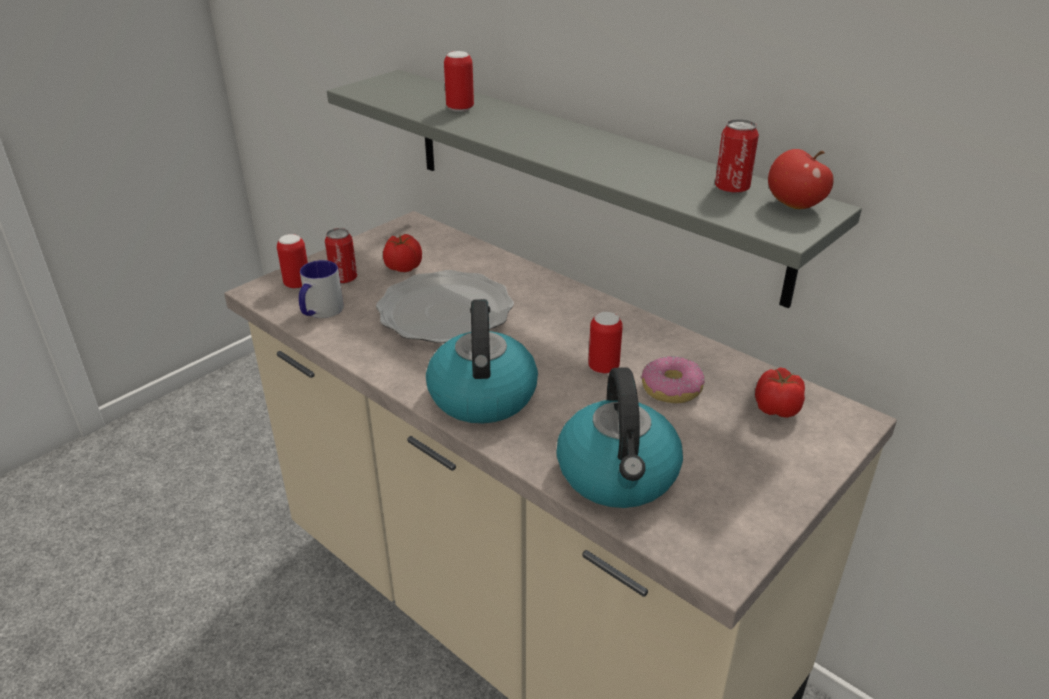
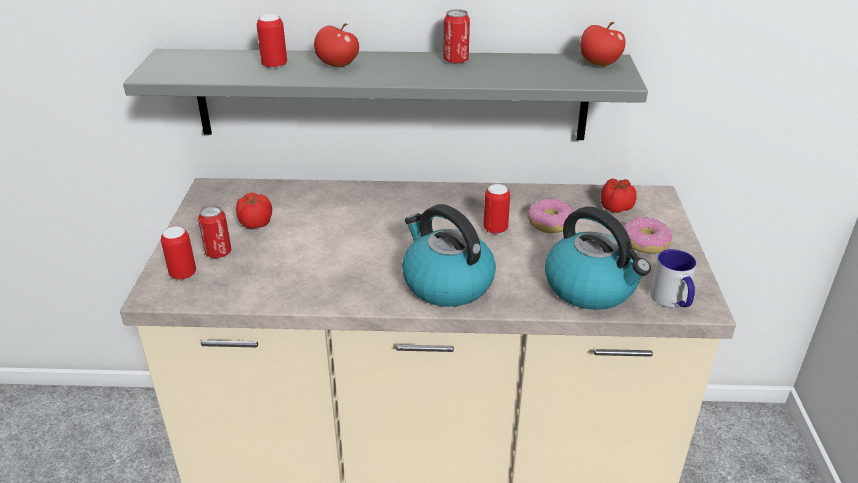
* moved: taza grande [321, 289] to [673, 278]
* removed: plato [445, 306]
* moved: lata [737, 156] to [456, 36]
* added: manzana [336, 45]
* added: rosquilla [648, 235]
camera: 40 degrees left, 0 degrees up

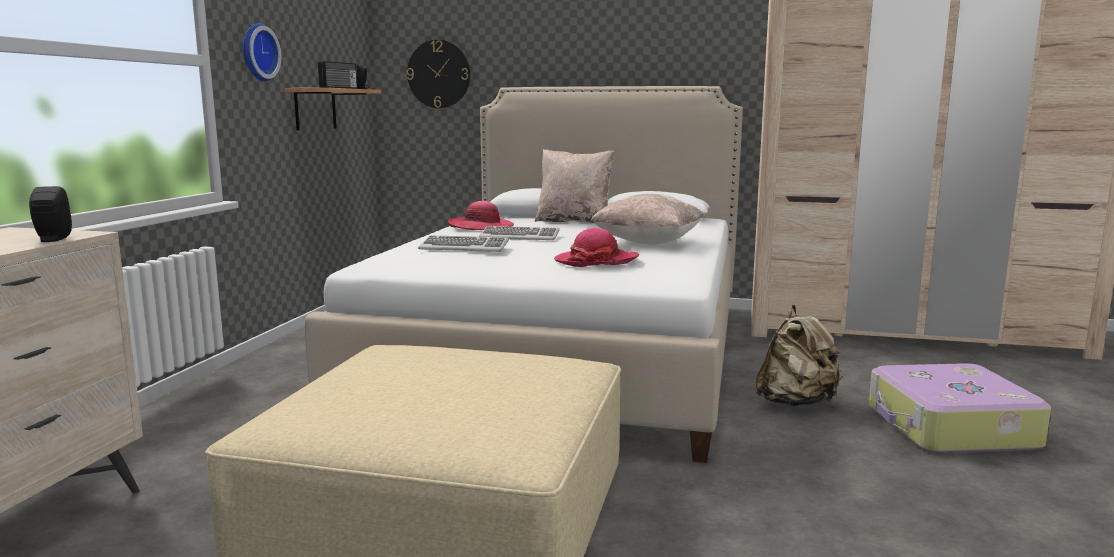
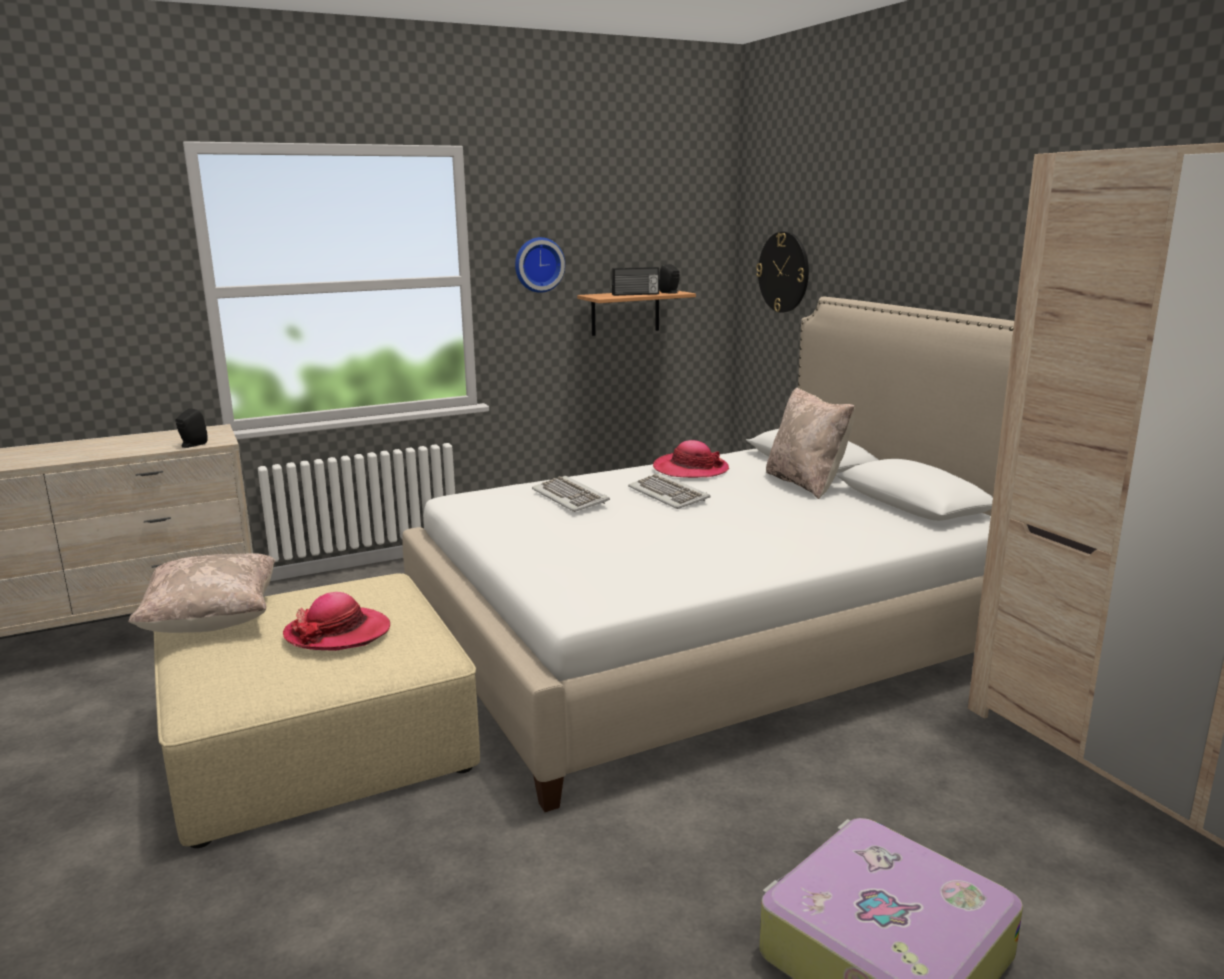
* moved: sombrero [596, 247] to [336, 621]
* moved: cojín/beis [647, 219] to [202, 593]
* removed: mochila/beis [798, 356]
camera: 50 degrees right, 5 degrees up

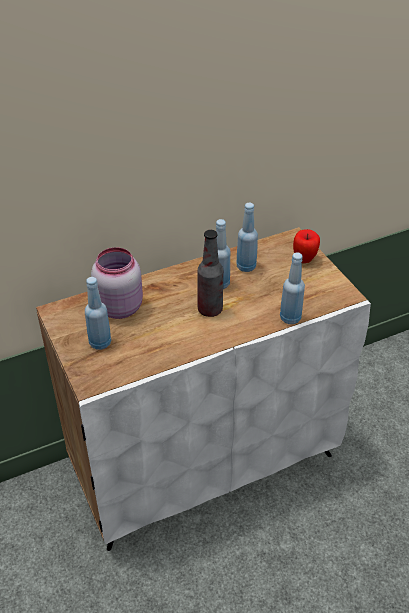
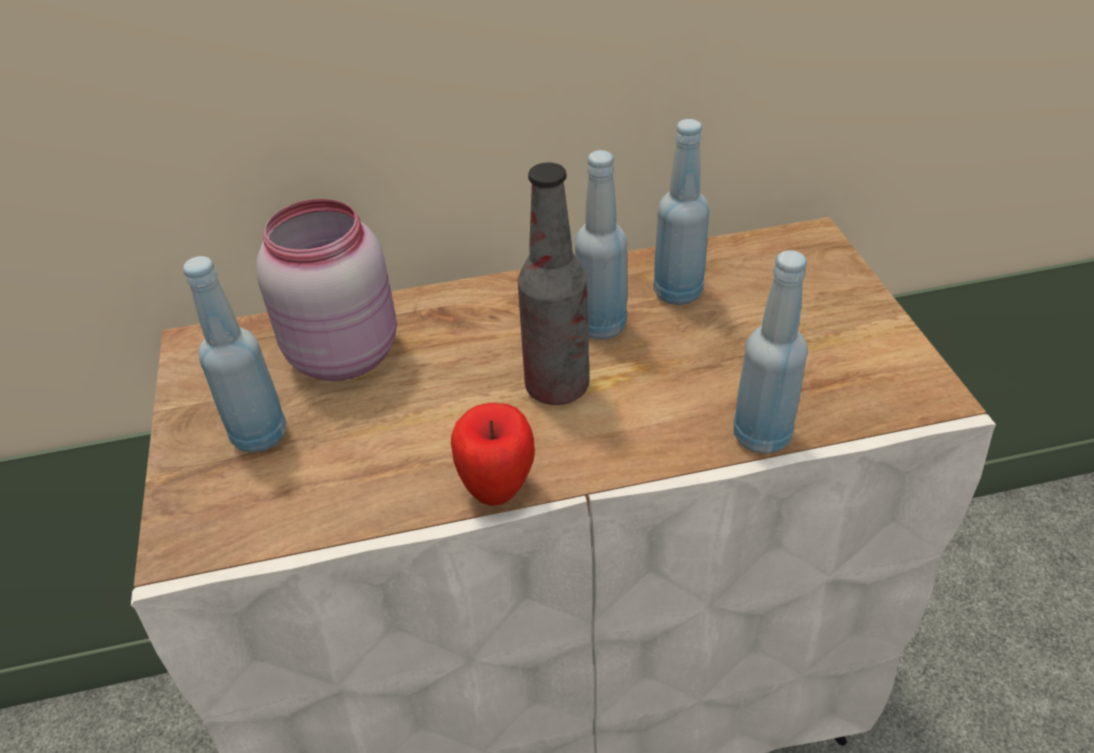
* moved: manzana [306, 246] to [493, 454]
camera: 15 degrees right, 0 degrees up

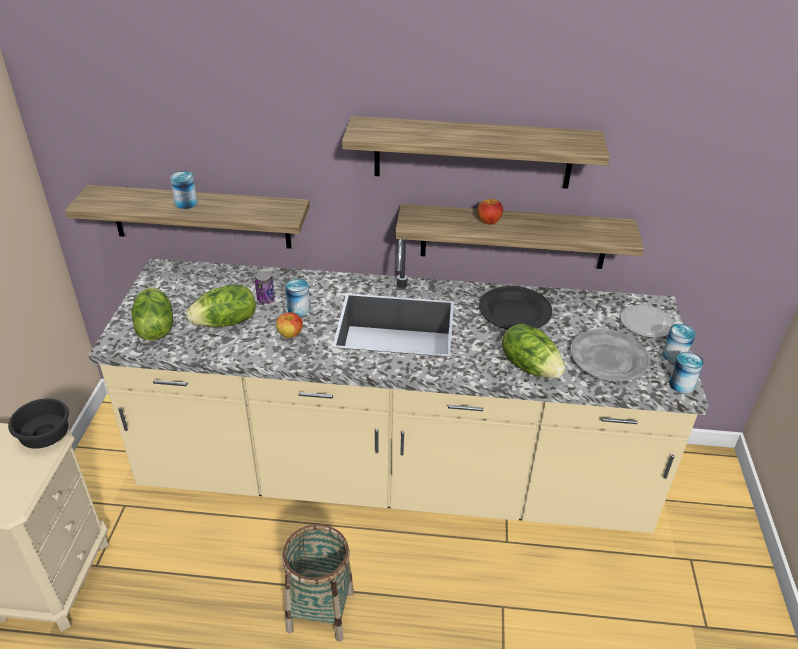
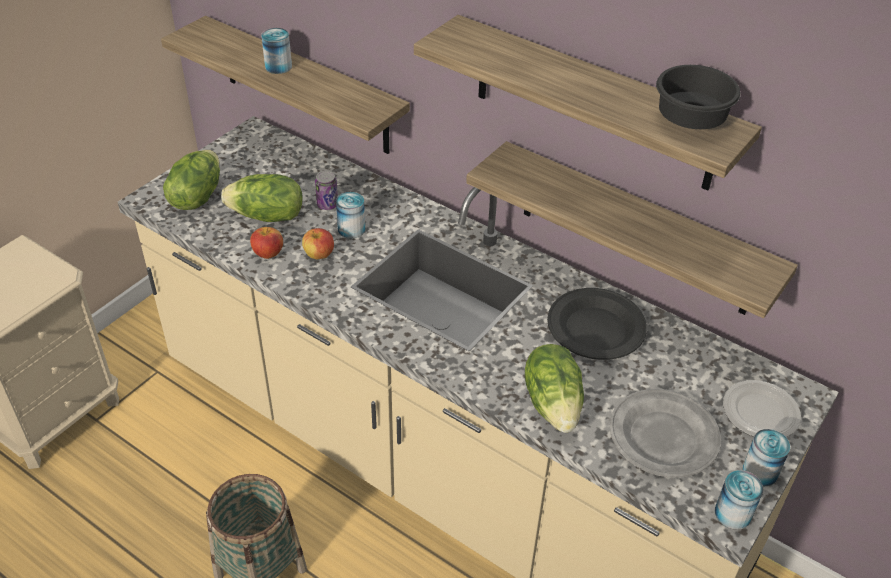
* moved: cuenco/negro [38, 423] to [698, 97]
* moved: manzana [490, 211] to [266, 243]
camera: 30 degrees right, 5 degrees up

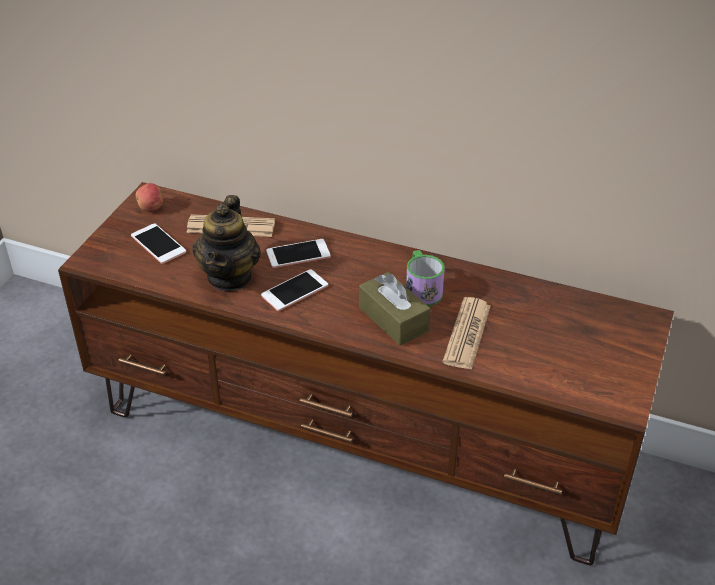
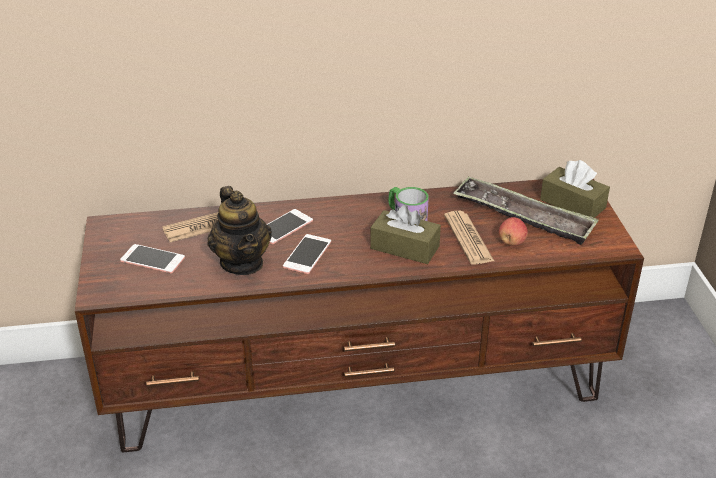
* moved: manzana [150, 197] to [513, 231]
* added: bandeja [526, 210]
* added: caja de pañuelos/marrón [575, 189]
camera: 30 degrees left, 5 degrees down

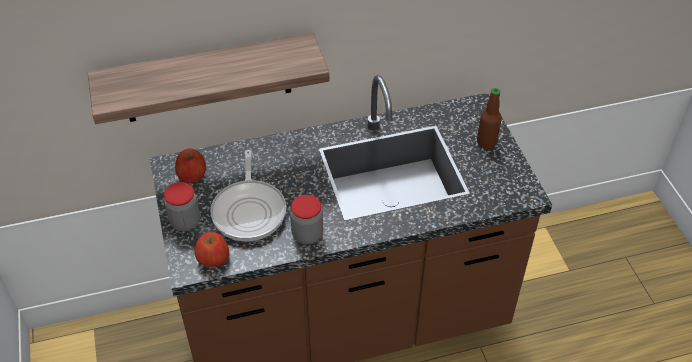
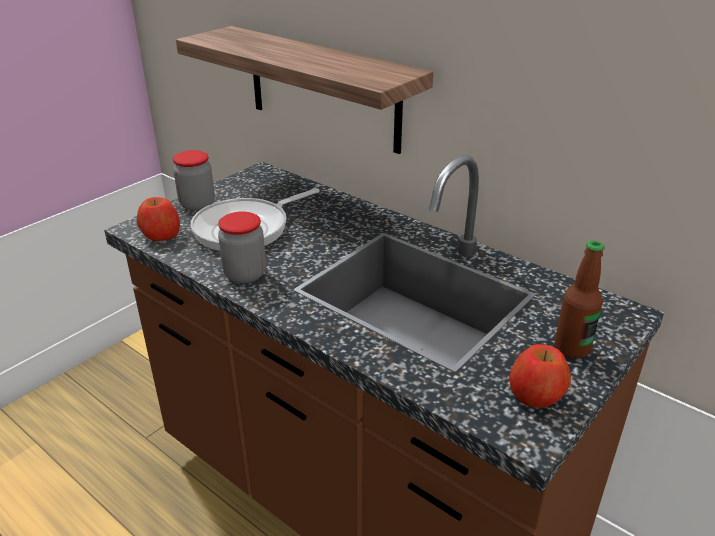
* moved: manzana [190, 165] to [540, 376]
camera: 55 degrees right, 15 degrees down

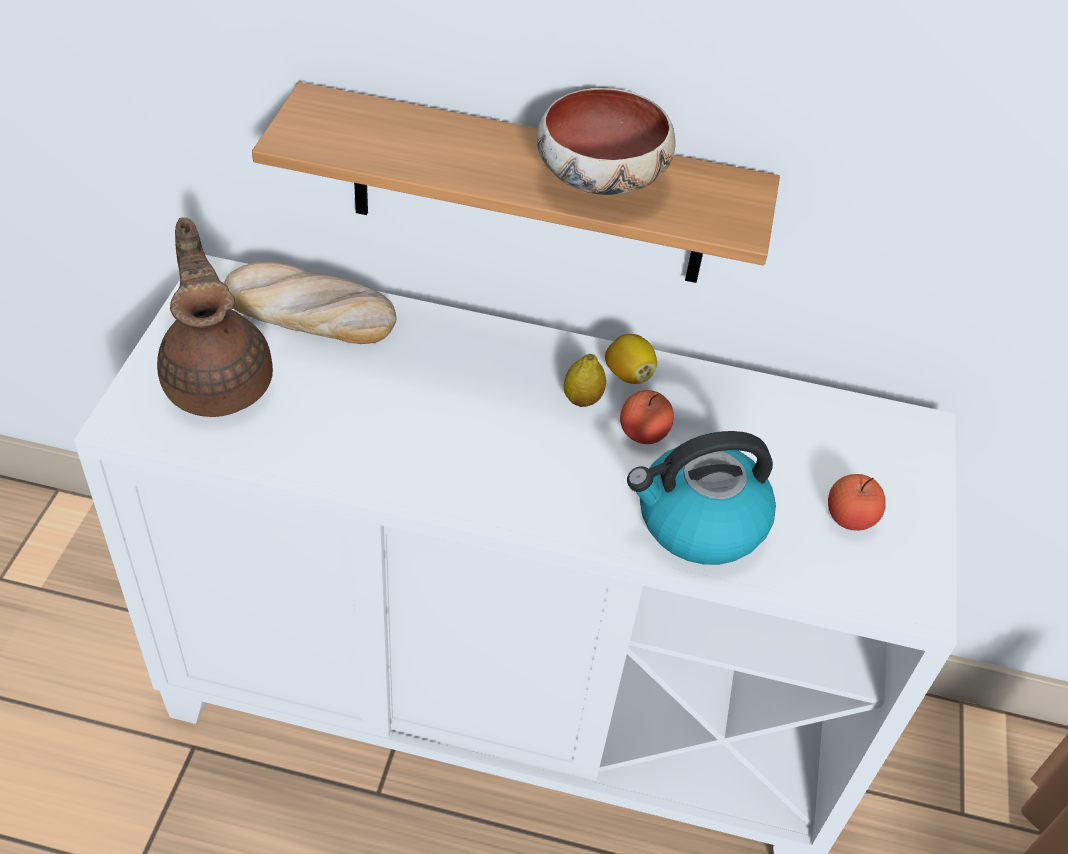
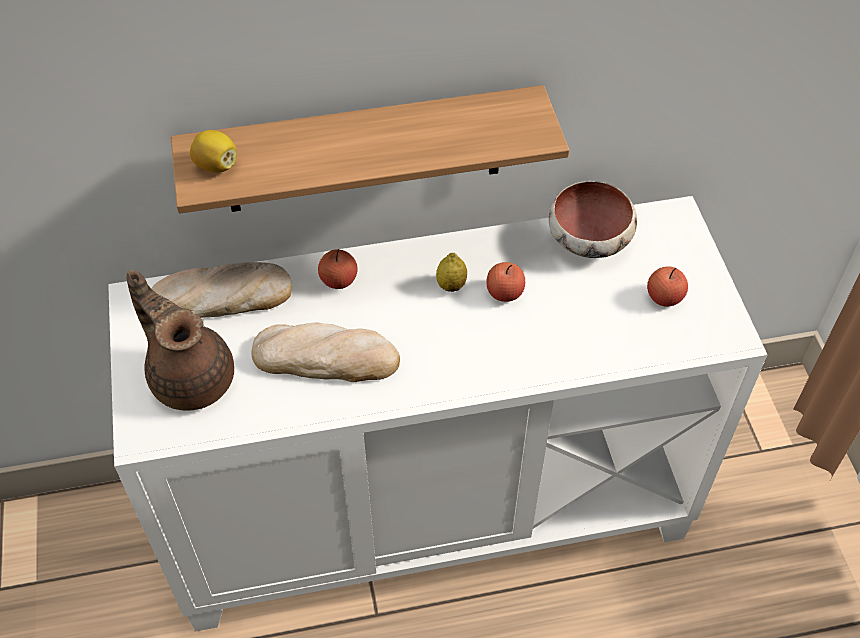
* moved: cuenco [606, 141] to [593, 219]
* moved: limón [631, 359] to [213, 151]
* removed: hervidor [701, 498]
* added: pan [325, 352]
* added: manzana [338, 269]
camera: 20 degrees left, 5 degrees up

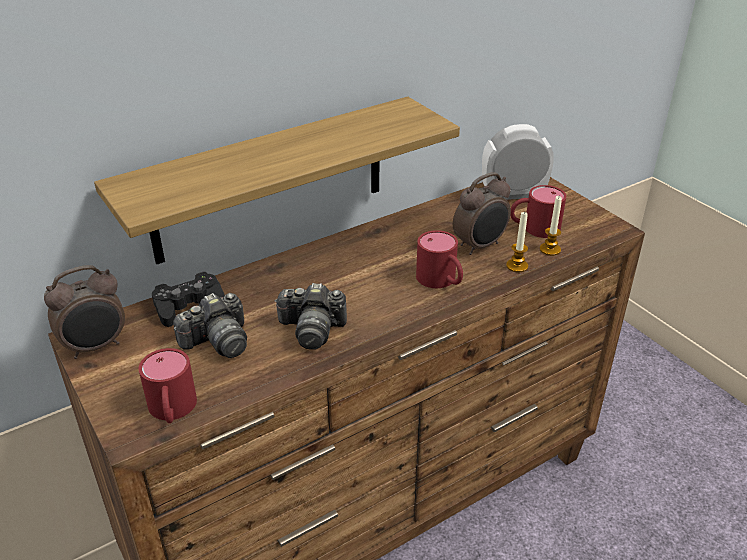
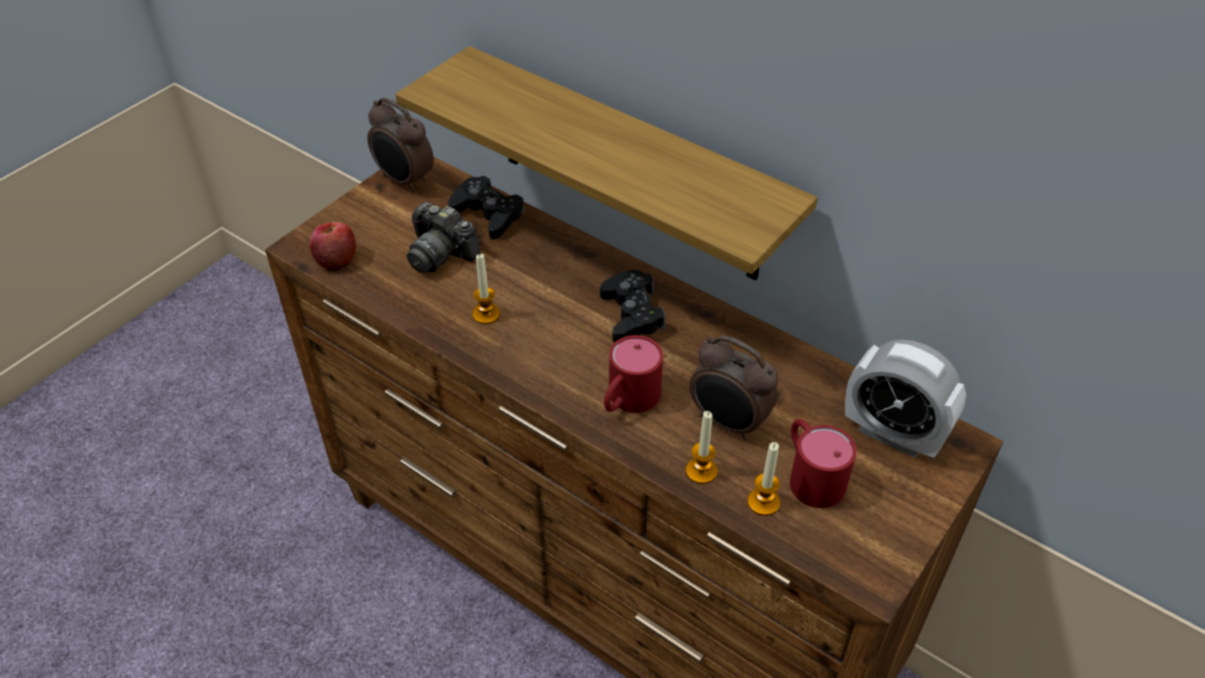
* replaced: taza grande/rojo [168, 385] to manzana [333, 246]
* replaced: cámara [310, 316] to vela [486, 289]
* turned: despertador [518, 162] = [905, 398] 150 degrees clockwise
* added: mando de consola/negro [632, 306]
camera: 70 degrees right, 10 degrees up

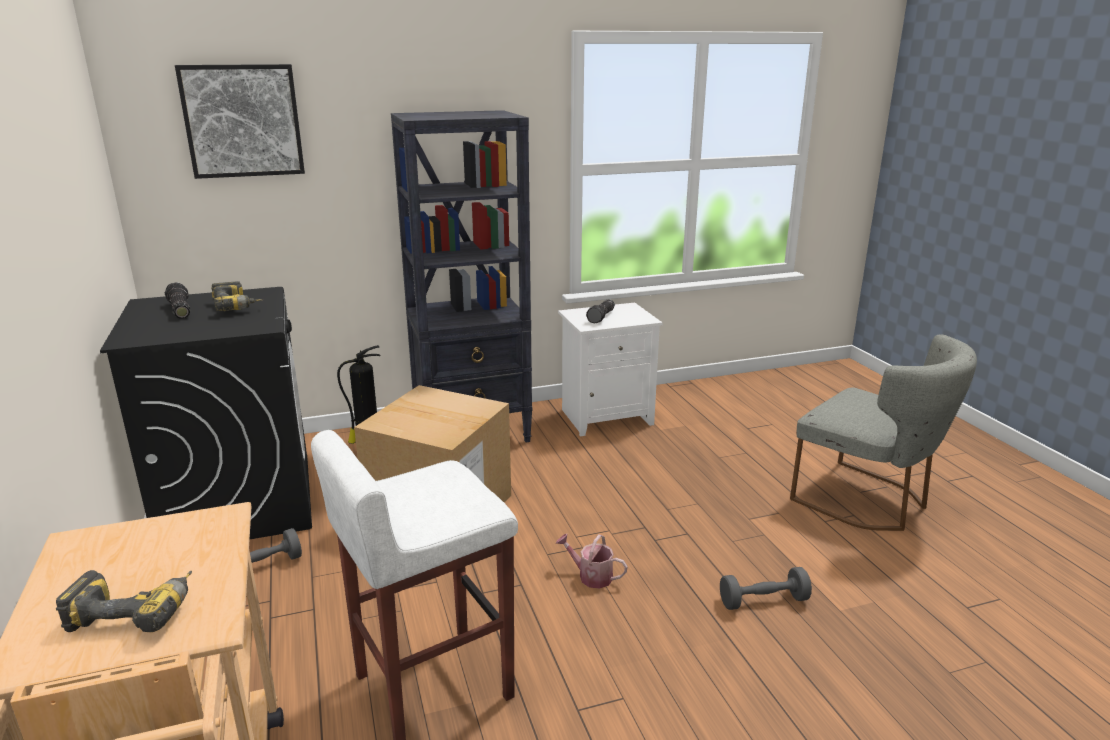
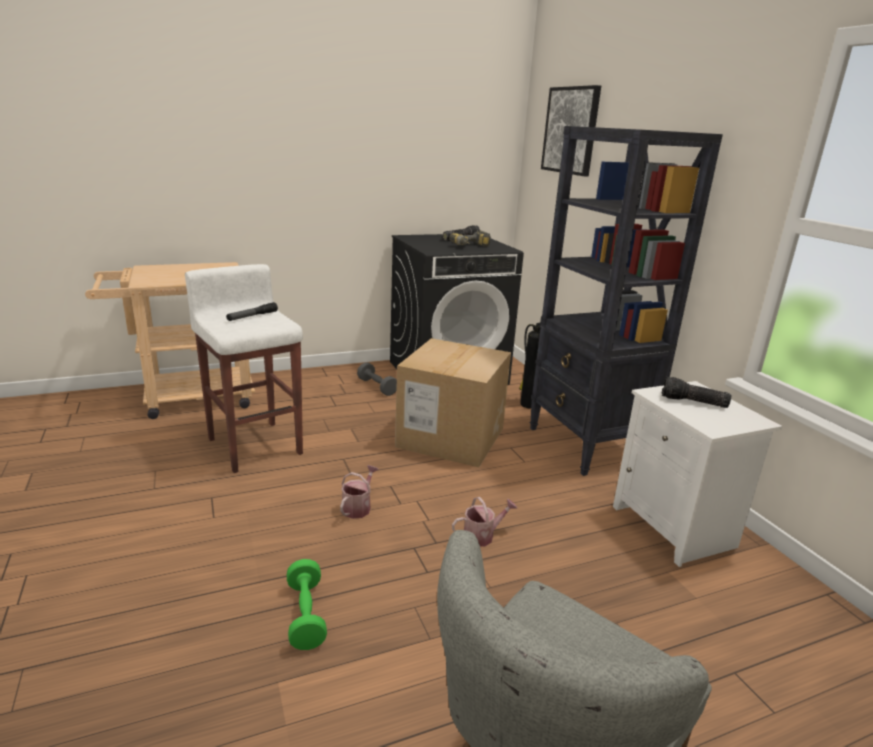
* removed: taladro [124, 601]
* recoloured: mancuerna/gris [766, 588] to mancuerna/verde [307, 604]
* added: linterna [252, 311]
* added: regadera [484, 522]
camera: 85 degrees right, 0 degrees up

